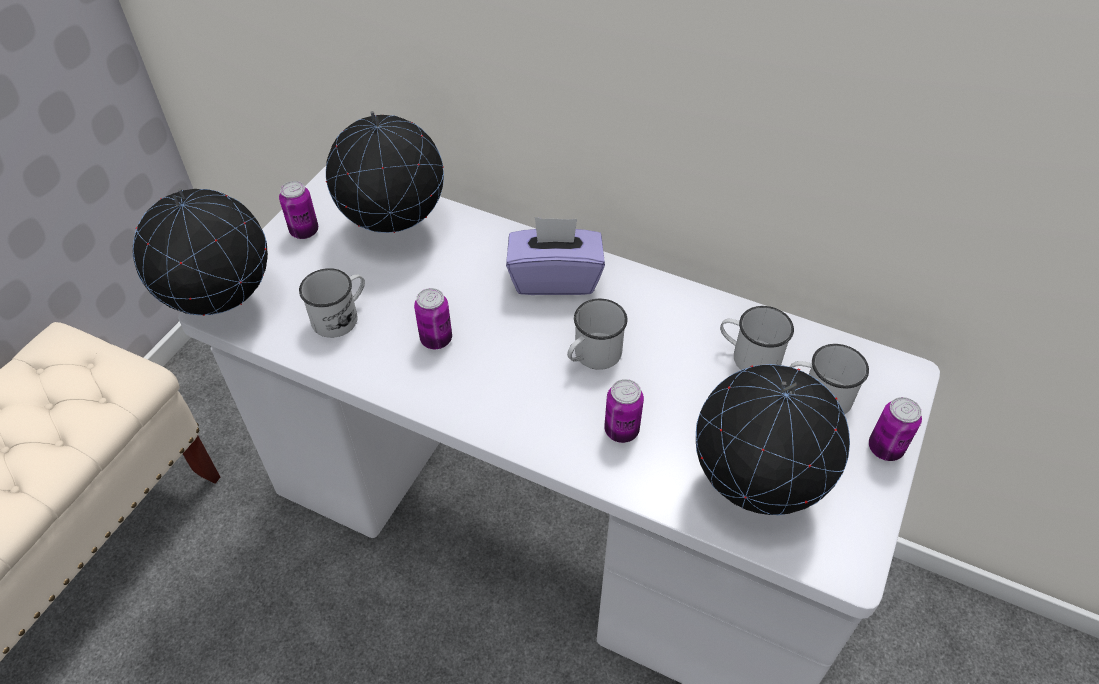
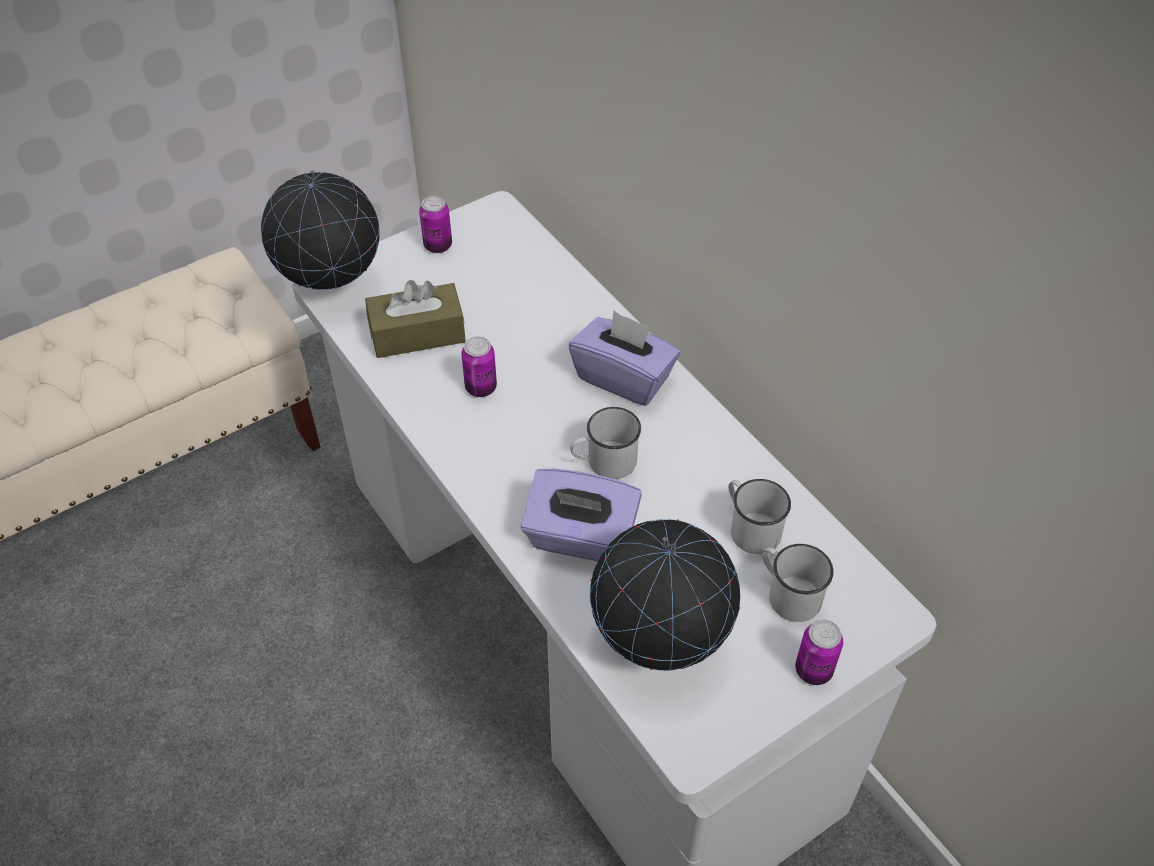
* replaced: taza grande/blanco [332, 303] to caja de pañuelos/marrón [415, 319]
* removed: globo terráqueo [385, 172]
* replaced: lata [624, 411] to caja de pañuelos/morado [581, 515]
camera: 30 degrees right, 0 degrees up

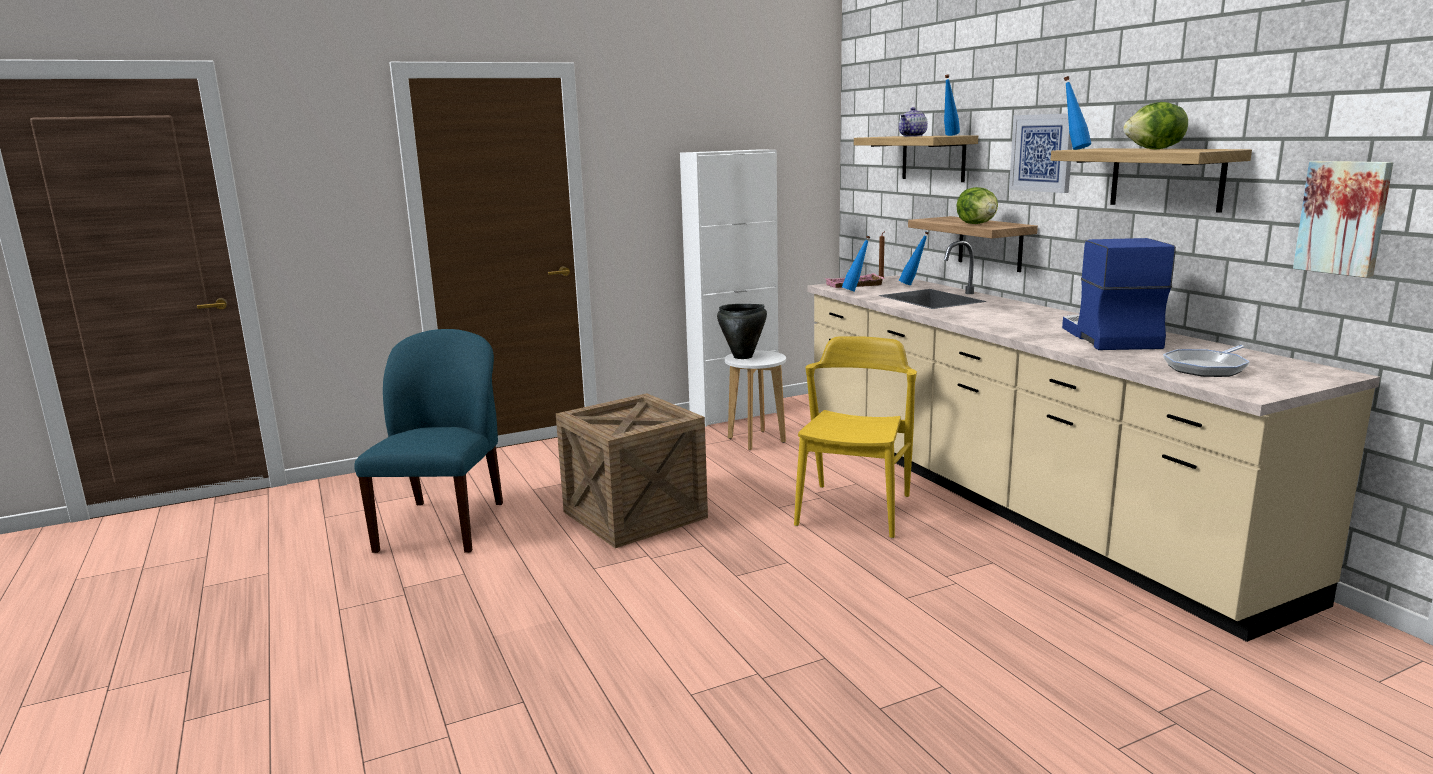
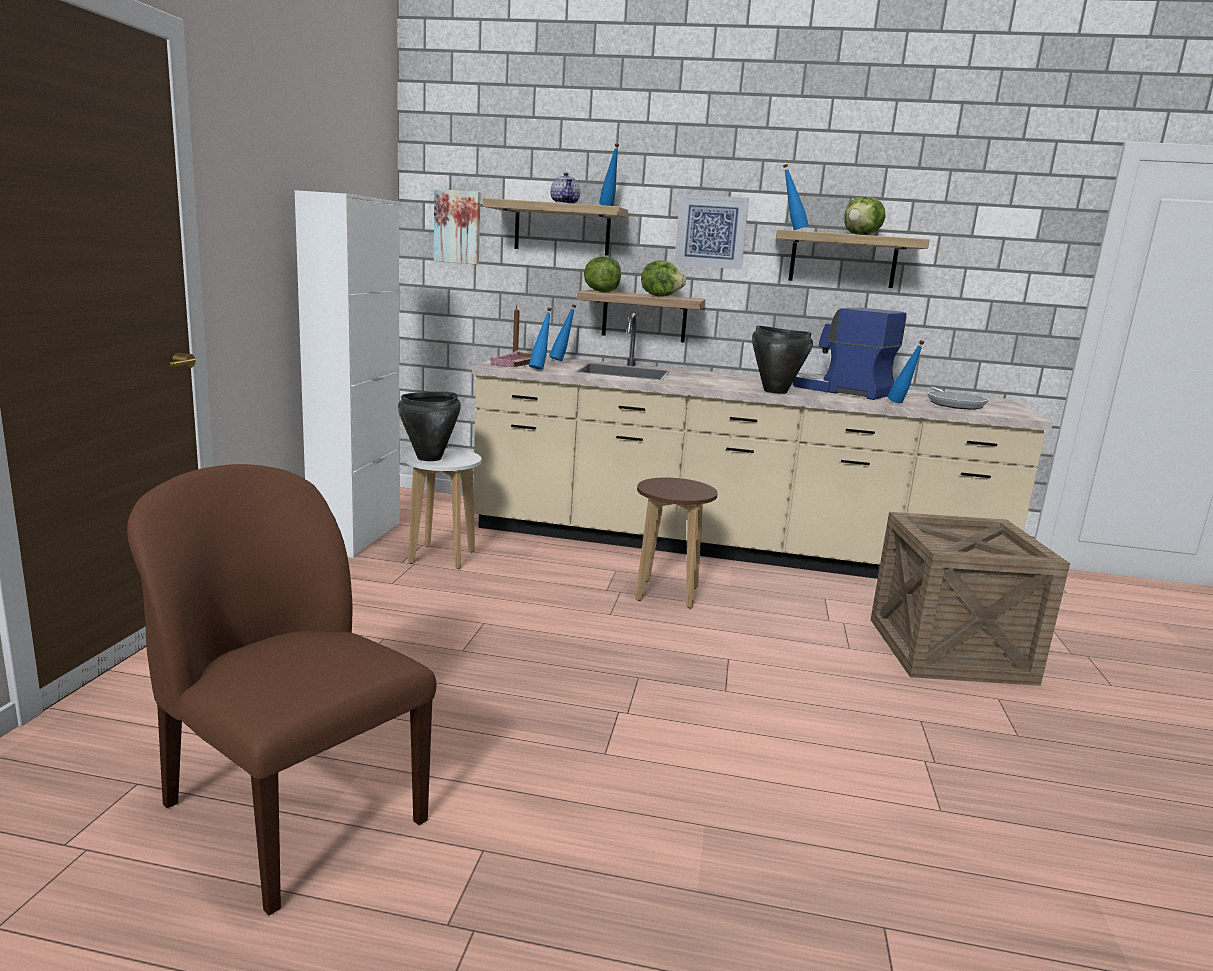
* recoloured: silla/azul [429, 441] to silla/marrón [282, 689]
* moved: caja de embalaje [632, 470] to [970, 599]
* replaced: silla/amarillo [855, 437] to taburete/marrón [676, 543]
* moved: cuadro [1343, 219] to [457, 226]
* added: lechuga [602, 274]
* added: olla/negro [782, 360]
* added: botella/azul [906, 371]
camera: 55 degrees left, 0 degrees up

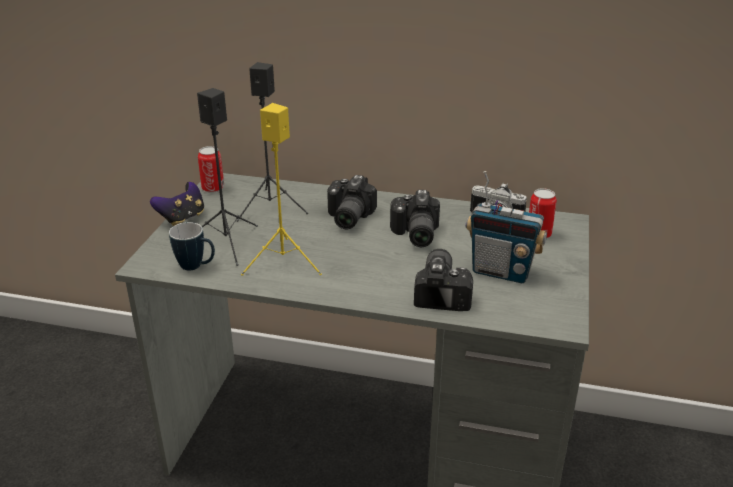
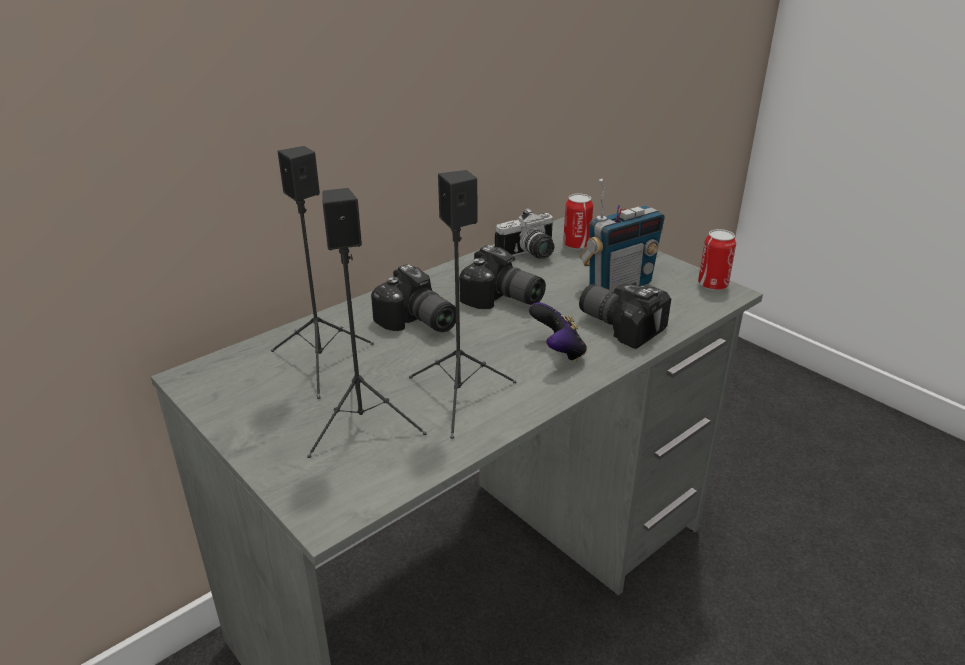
* moved: mando de consola [177, 204] to [558, 332]
* removed: taza grande [192, 246]
* moved: lata [211, 169] to [717, 260]
* recoloured: altavoz/amarillo [281, 189] to altavoz/negro [462, 304]
camera: 55 degrees left, 0 degrees up

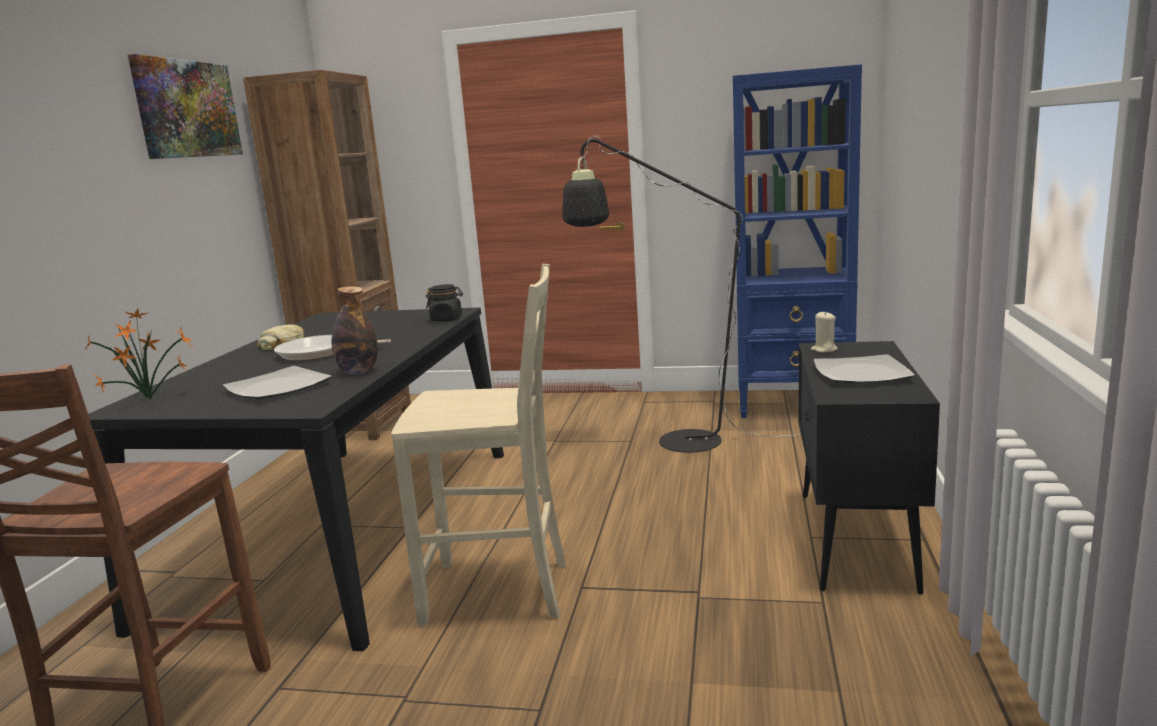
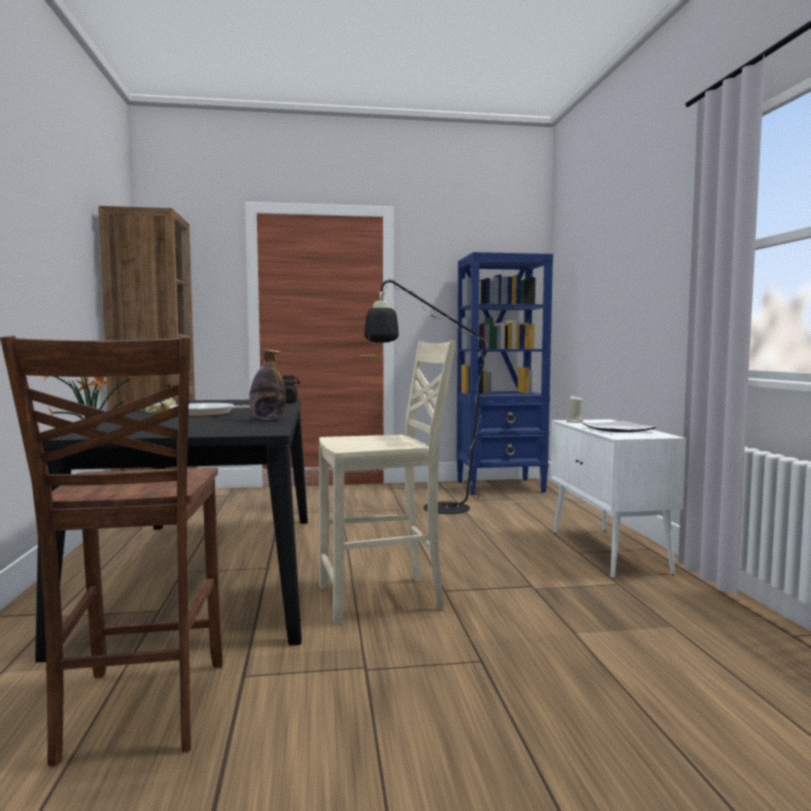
* removed: cuadro [185, 106]
* removed: plato [277, 382]
* recoloured: armario/negro [869, 468] to armario/blanco [618, 499]
camera: 20 degrees left, 10 degrees down

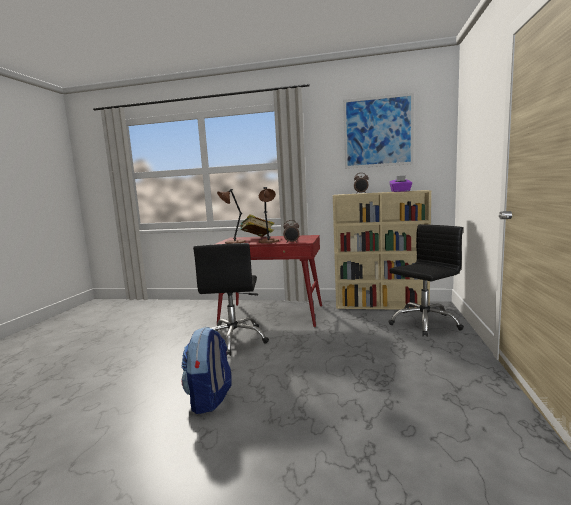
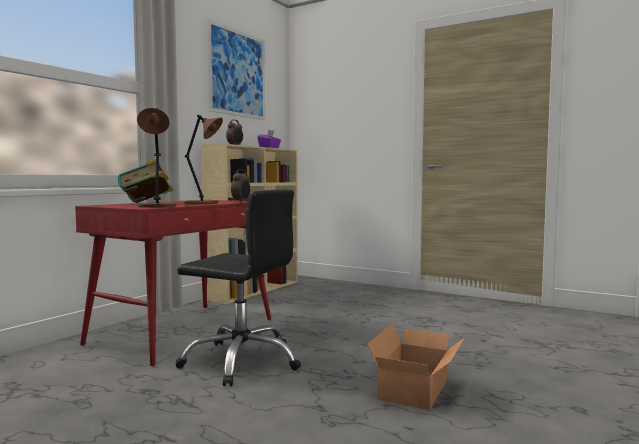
* replaced: mochila [206, 370] to caja de cartón [416, 367]
* removed: silla de oficina/negro [426, 280]
camera: 70 degrees left, 5 degrees down

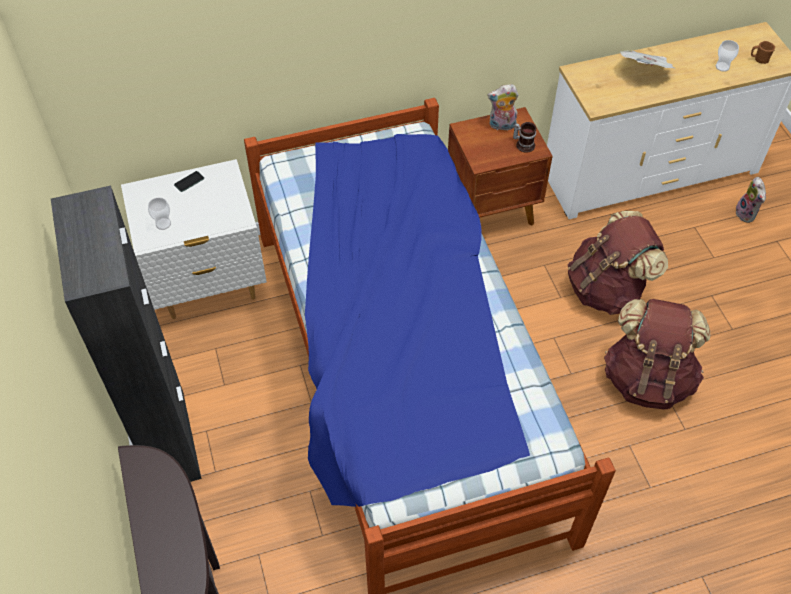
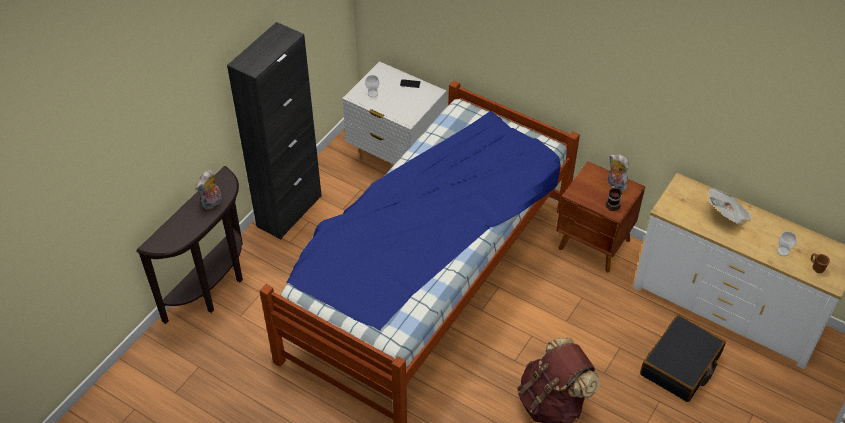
* removed: mochila/marrón [618, 263]
* moved: peluche [751, 200] to [208, 189]
* added: maleta/negro [683, 358]
camera: 50 degrees right, 5 degrees down

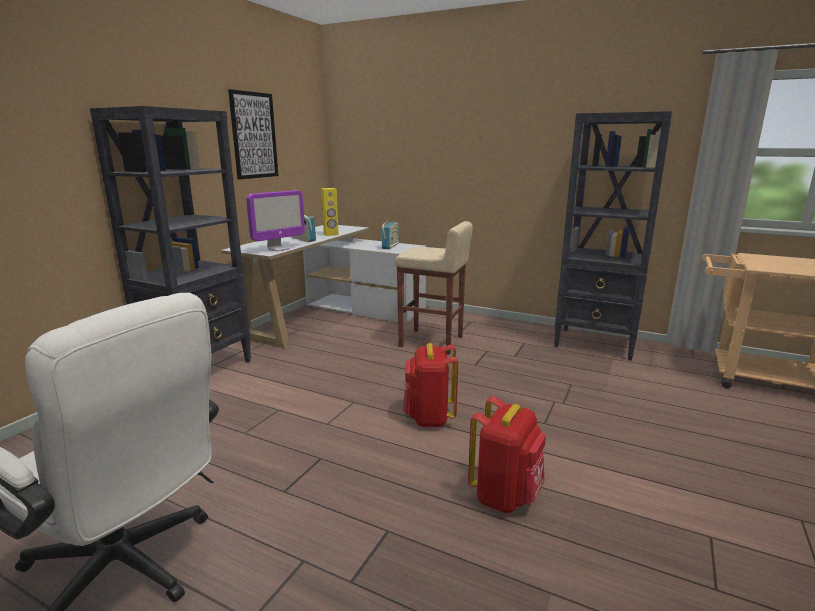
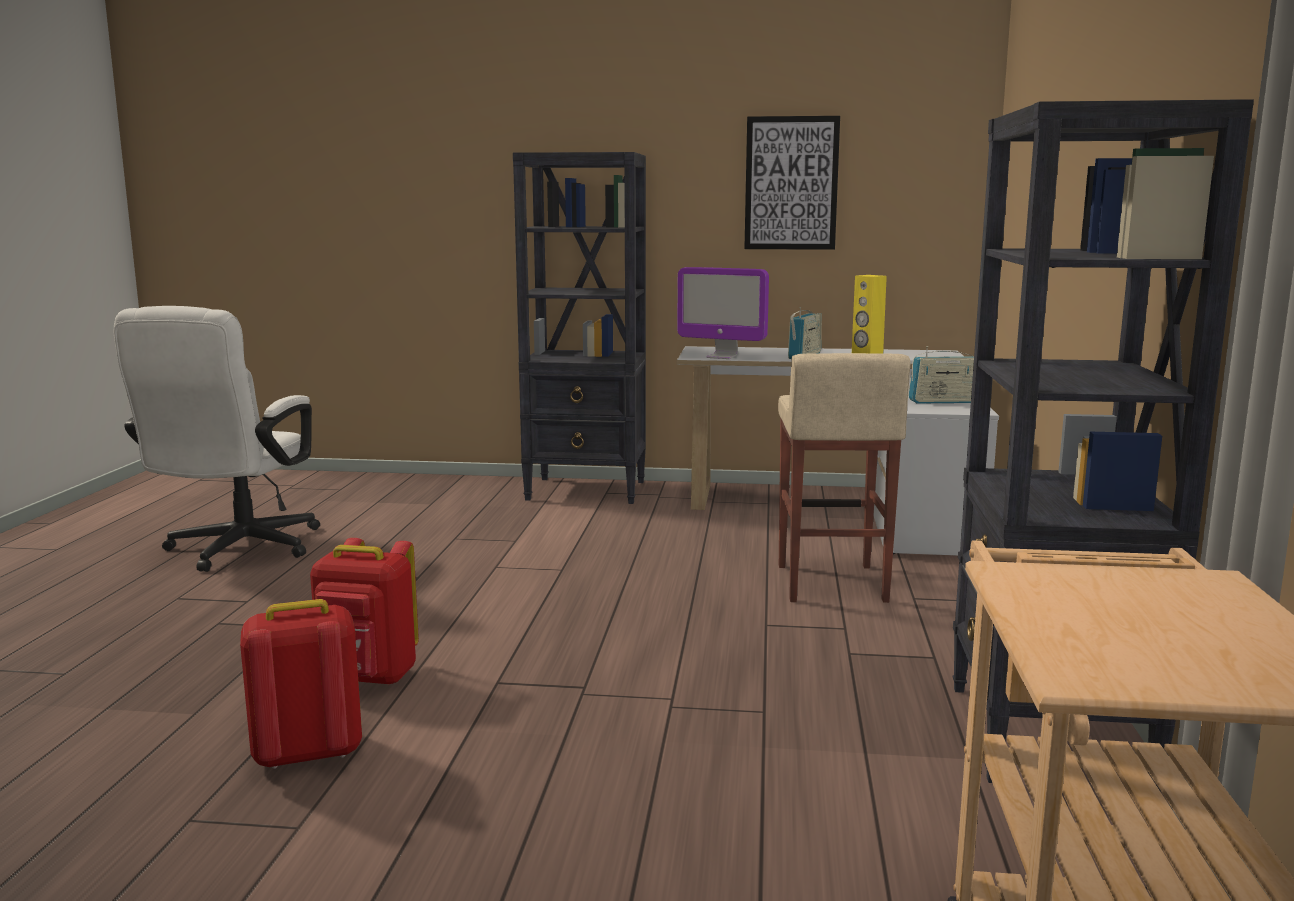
* moved: mochila/rojo [430, 385] to [301, 684]
camera: 70 degrees right, 5 degrees down

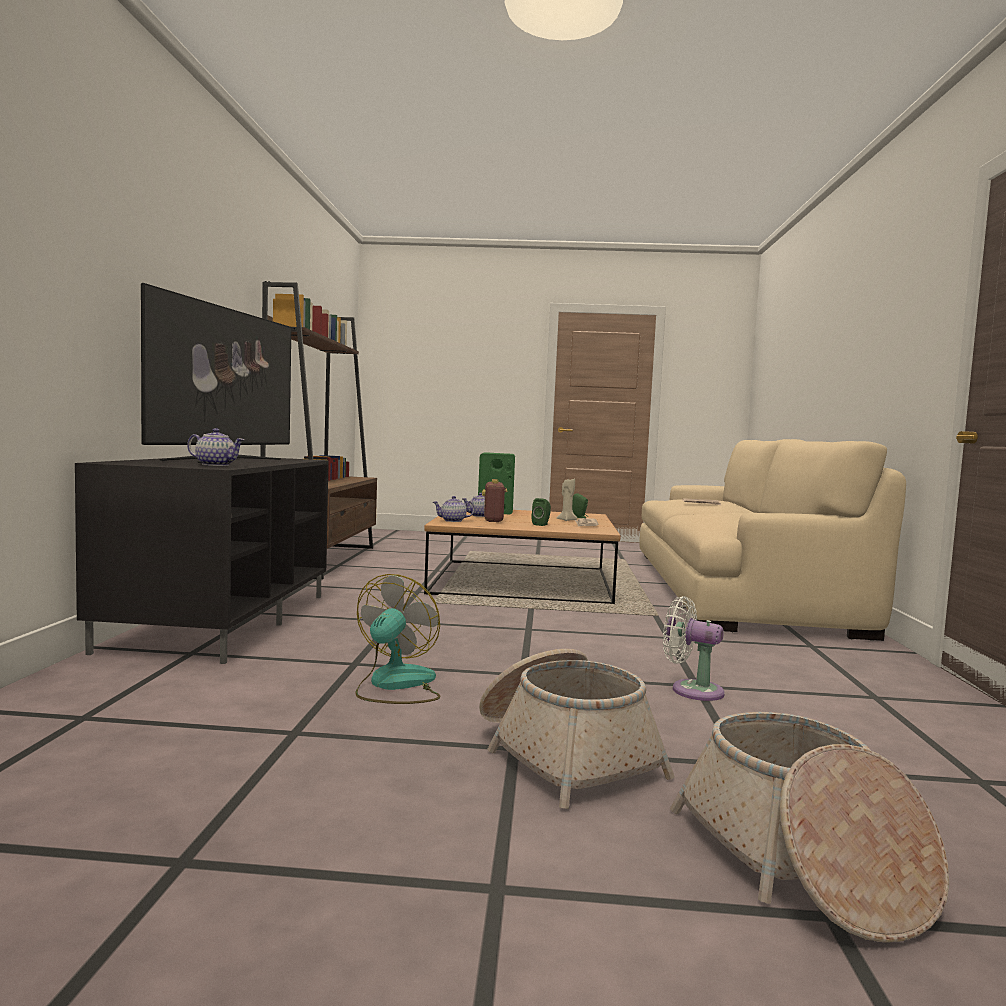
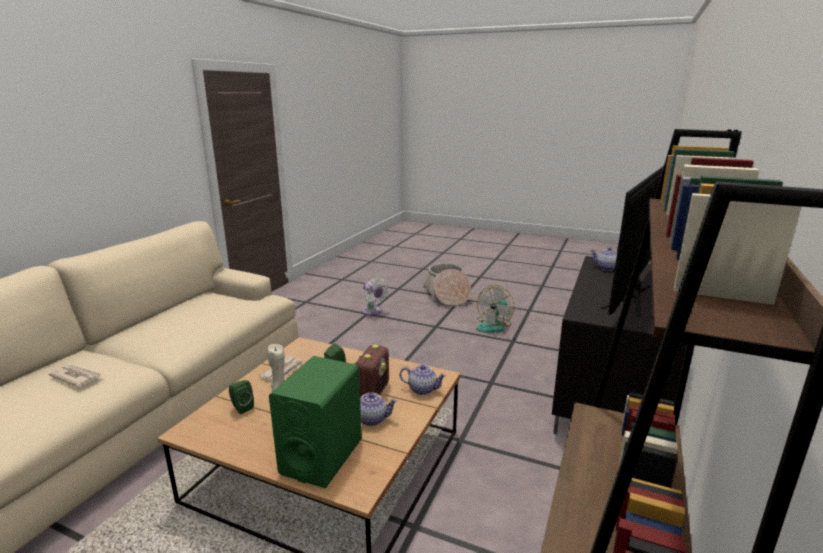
* removed: cesta [809, 827]
camera: 160 degrees left, 15 degrees up

